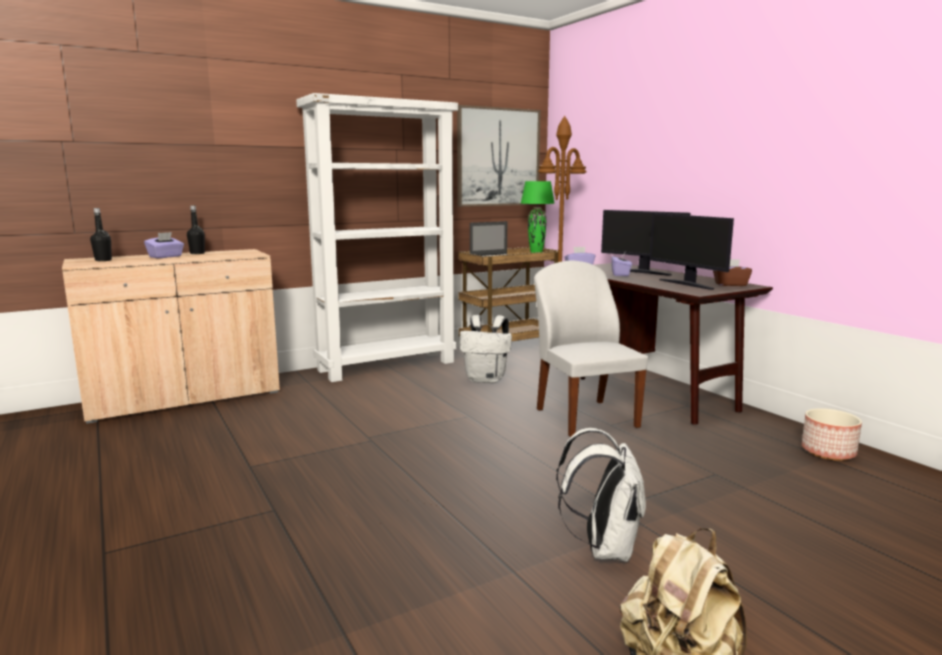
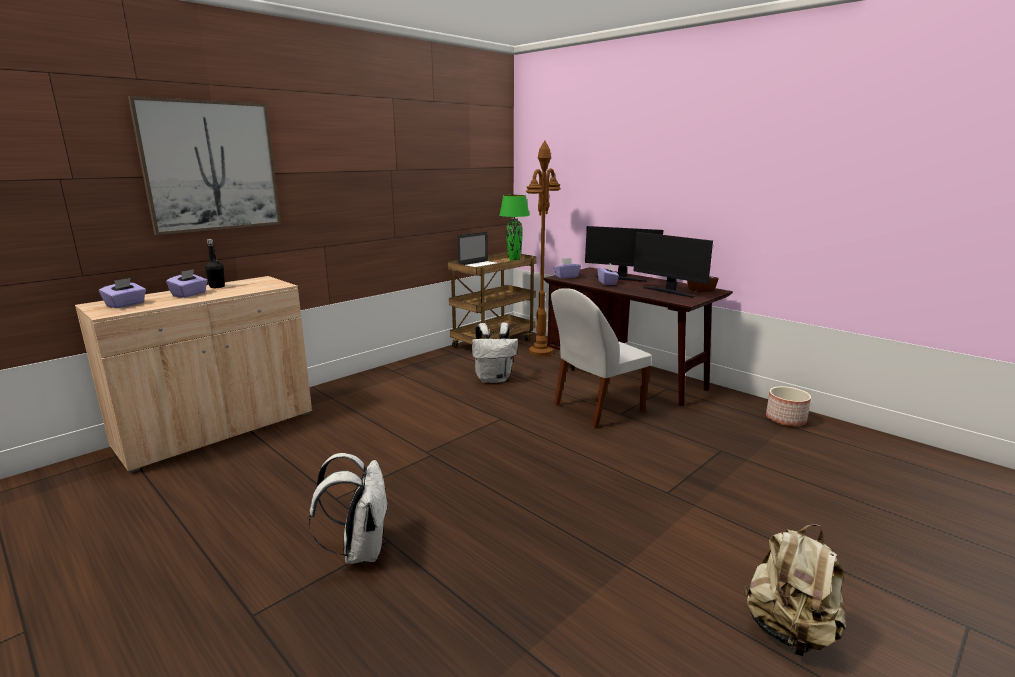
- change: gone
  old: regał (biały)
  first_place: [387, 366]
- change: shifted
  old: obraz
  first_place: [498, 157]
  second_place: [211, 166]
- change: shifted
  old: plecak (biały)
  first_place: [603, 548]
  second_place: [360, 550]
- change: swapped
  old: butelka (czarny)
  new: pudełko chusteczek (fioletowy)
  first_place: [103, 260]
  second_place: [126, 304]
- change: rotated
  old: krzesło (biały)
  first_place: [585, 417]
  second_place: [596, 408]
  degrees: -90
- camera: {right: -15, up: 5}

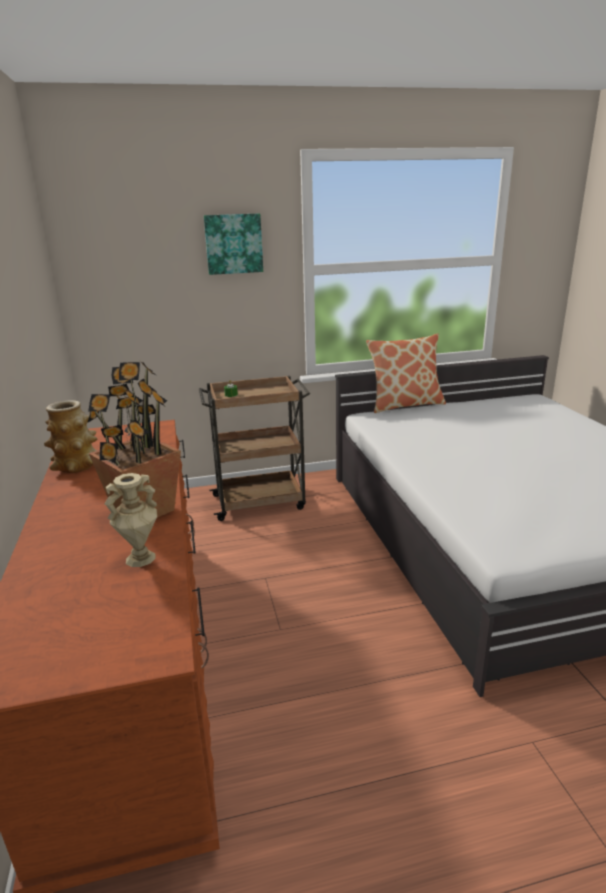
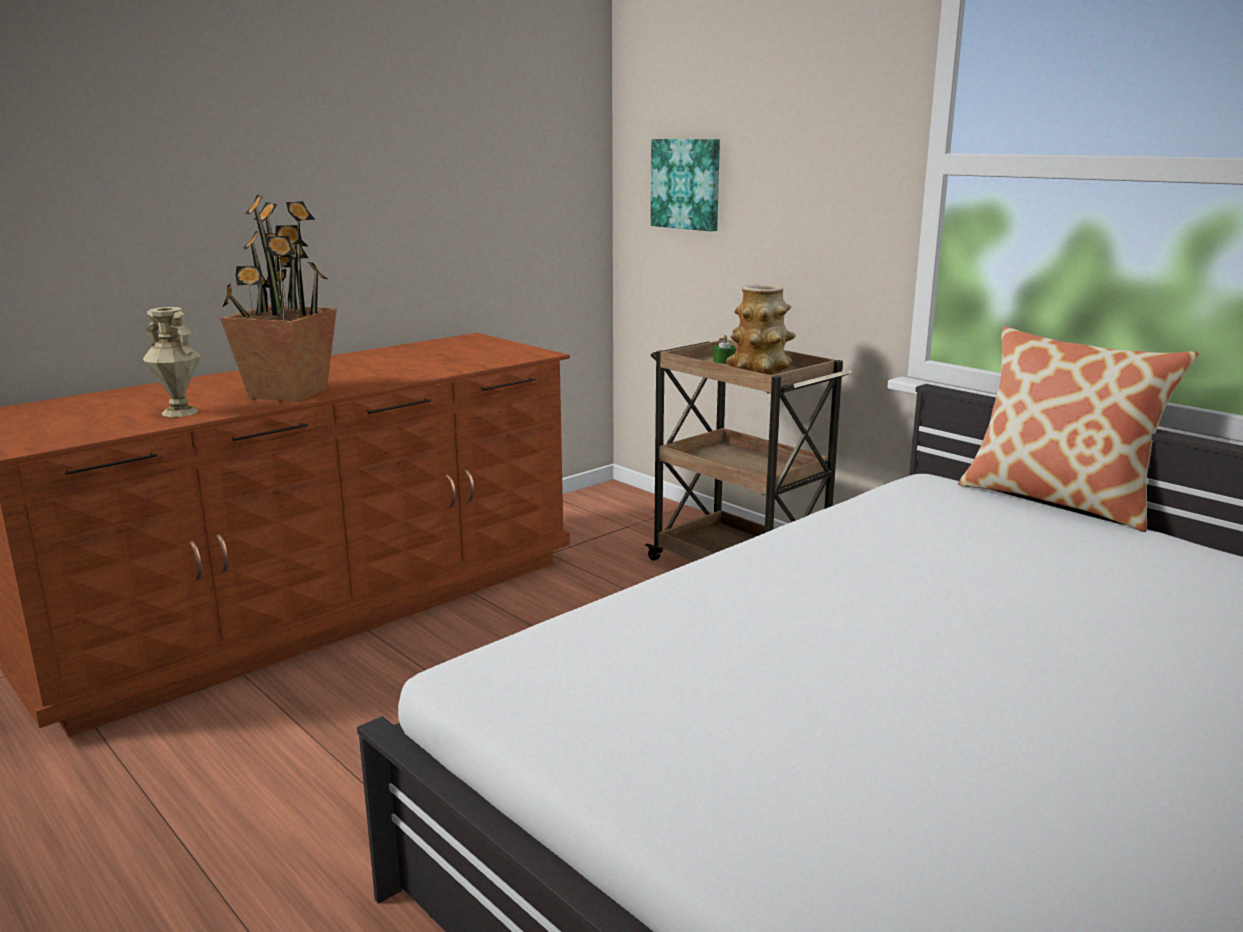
- change: shifted
  old: wazon
  first_place: [77, 465]
  second_place: [760, 371]
- change: shifted
  old: obraz
  first_place: [233, 244]
  second_place: [687, 184]
- camera: {right: 60, up: -5}

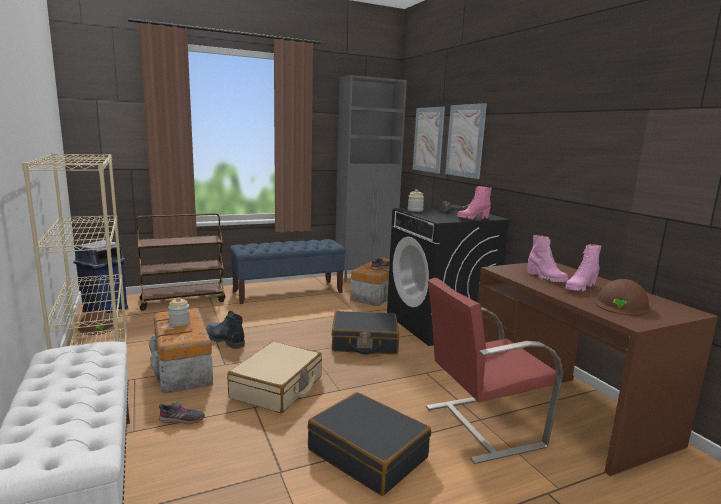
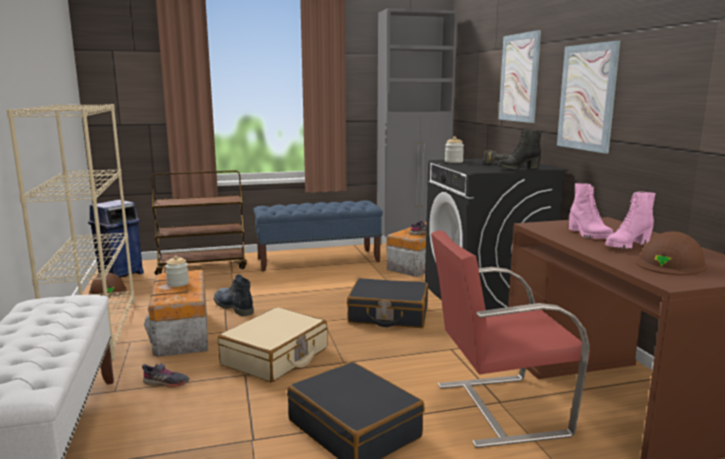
- change: shifted
  old: obraz
  first_place: [428, 139]
  second_place: [587, 97]
- change: repainted
  old: but z cholewką (różowy)
  new: but z cholewką (czarny)
  first_place: [472, 218]
  second_place: [518, 169]
- camera: {right: 10, up: 0}

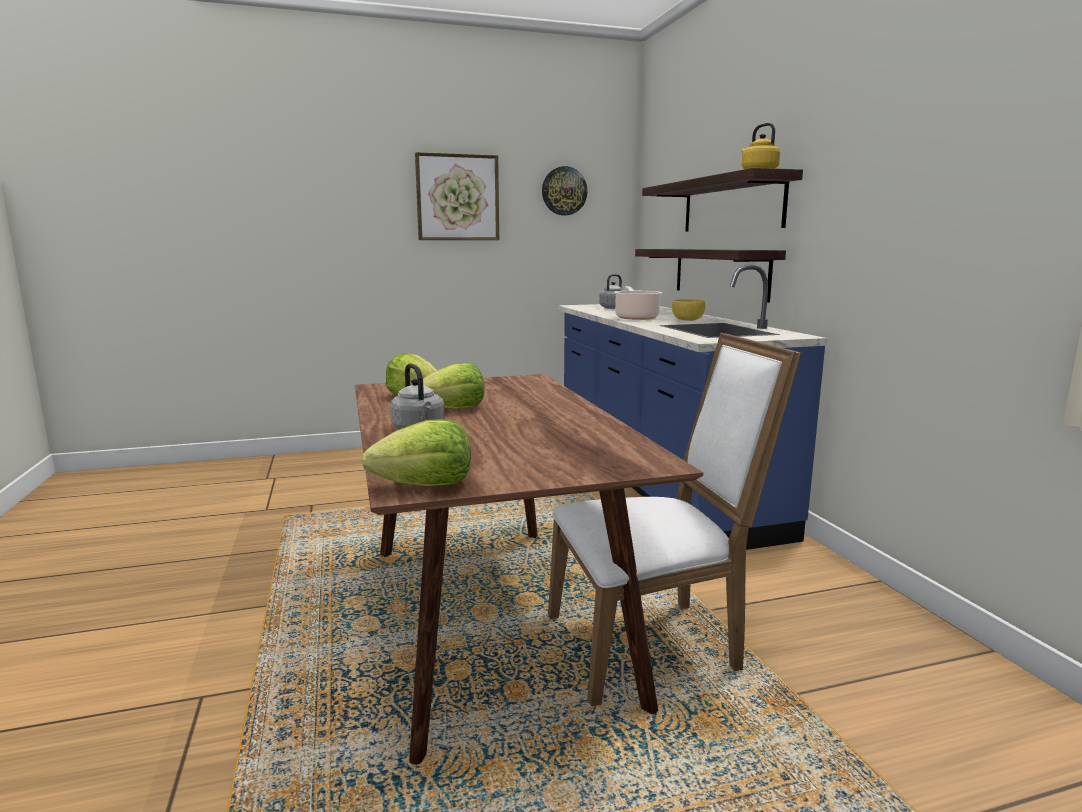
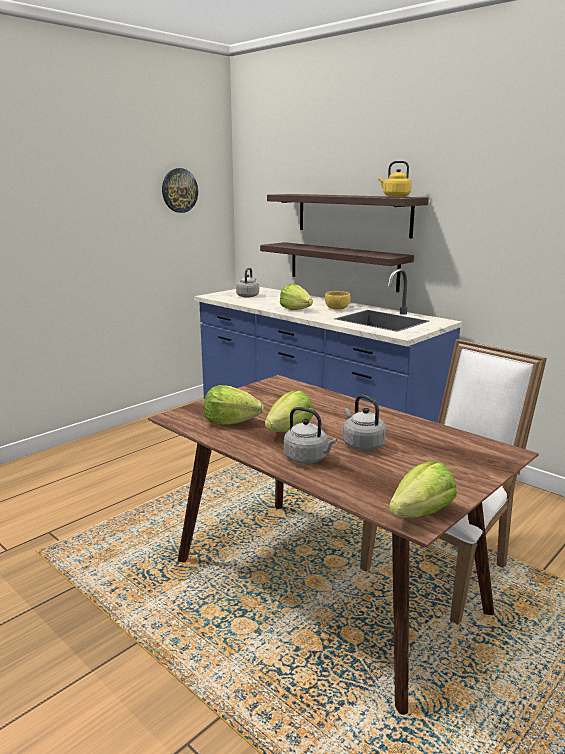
- change: gone
  old: obraz
  first_place: [457, 197]
- change: new
  new: czajnik (szary)
  second_place: [361, 444]
- change: swapped
  old: garnek
  new: sałata
  first_place: [636, 317]
  second_place: [296, 309]
- camera: {right: -30, up: 5}

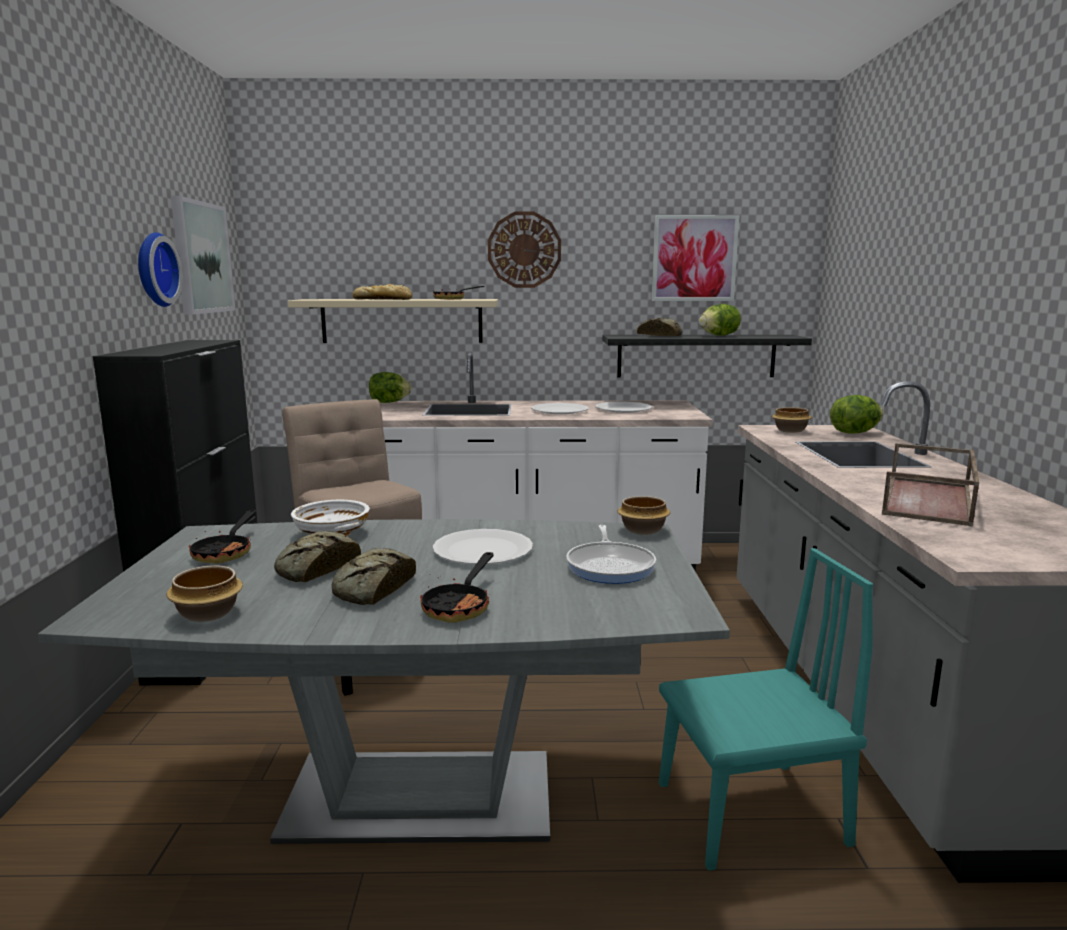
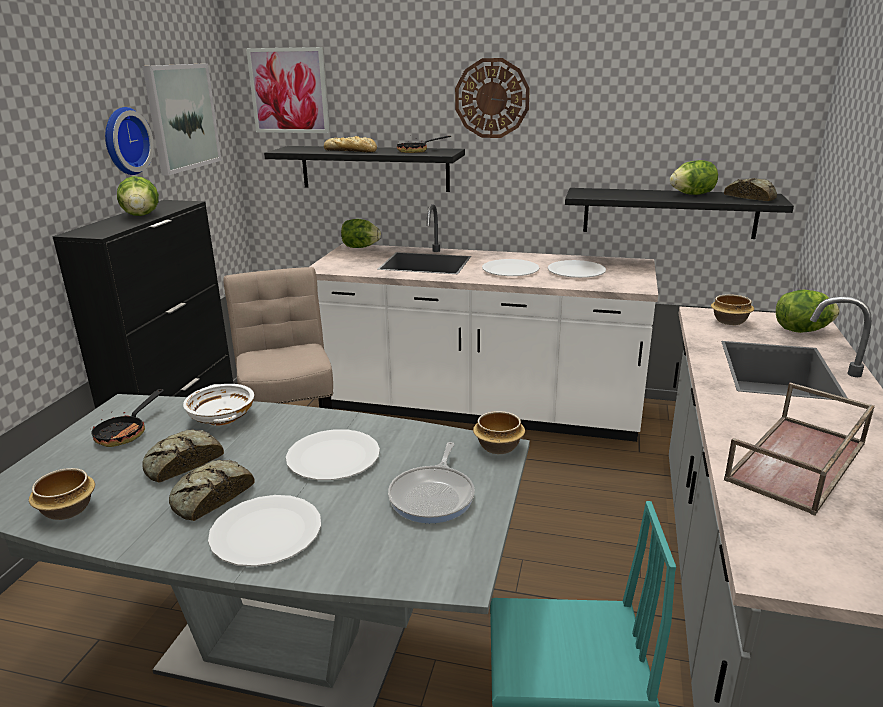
- change: new
  new: sałata
  second_place: [141, 215]
- change: shifted
  old: chleb
  first_place: [660, 335]
  second_place: [751, 197]
- change: shifted
  old: obraz
  first_place: [694, 258]
  second_place: [289, 91]
- change: swapped
  old: patelnia
  new: talerz (biały)
  first_place: [460, 606]
  second_place: [266, 532]
- change: repainted
  old: półka (beżowy)
  new: półka (czarny)
  first_place: [402, 321]
  second_place: [374, 168]
- camera: {right: 15, up: 10}

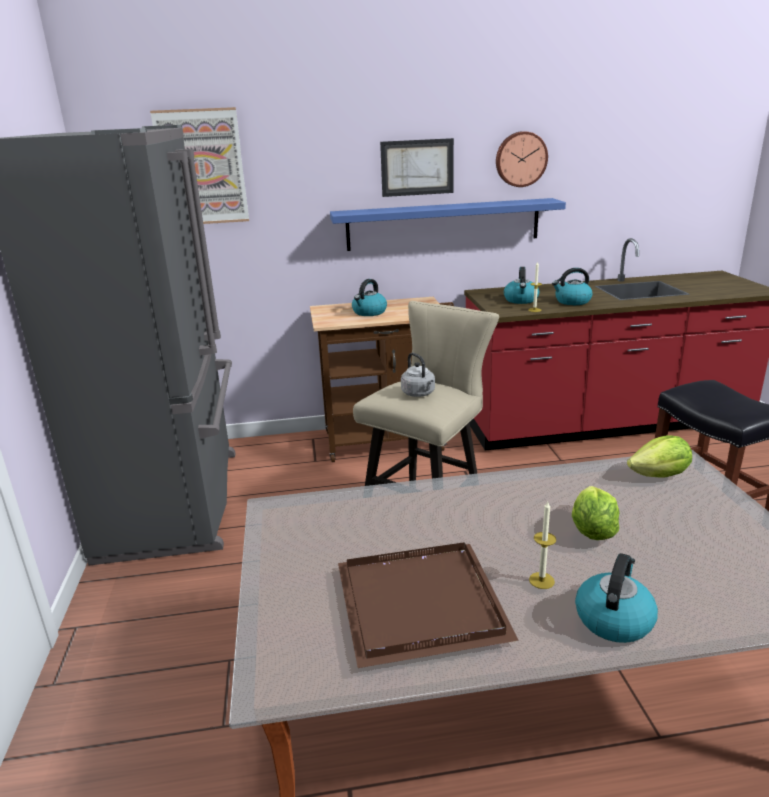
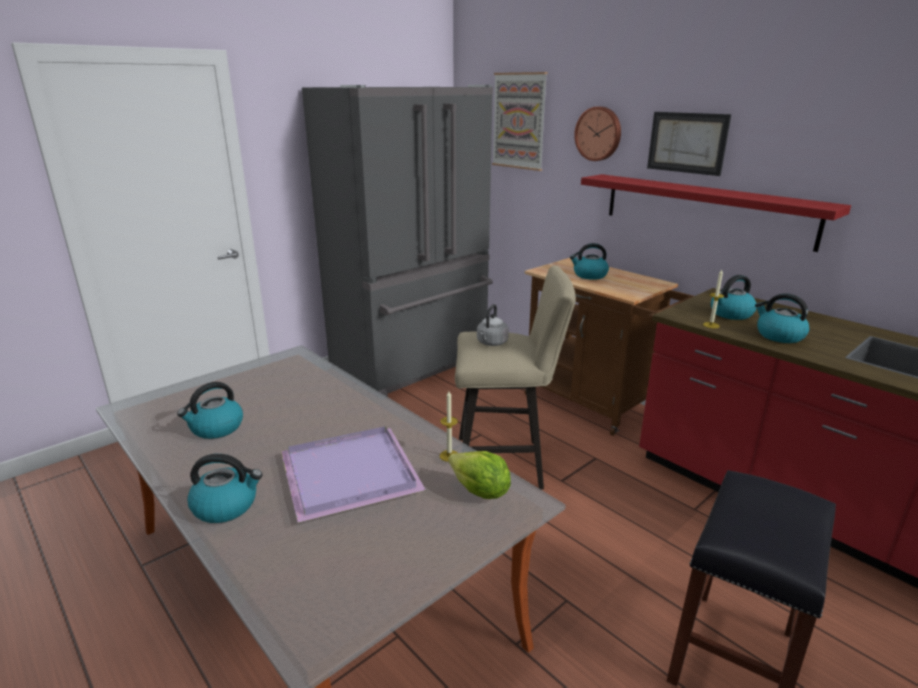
- change: shifted
  old: zegar ścienny
  first_place: [520, 159]
  second_place: [599, 134]
- change: shifted
  old: świeca
  first_place: [541, 580]
  second_place: [449, 456]
- change: swapped
  old: taca (brązowy)
  new: czajnik
  first_place: [422, 601]
  second_place: [216, 428]
- change: swapped
  old: sałata
  new: taca (fioletowy)
  first_place: [592, 531]
  second_place: [347, 473]
- change: repainted
  old: półka (niebieski)
  new: półka (czerwony)
  first_place: [443, 224]
  second_place: [704, 209]
- camera: {right: 55, up: 0}

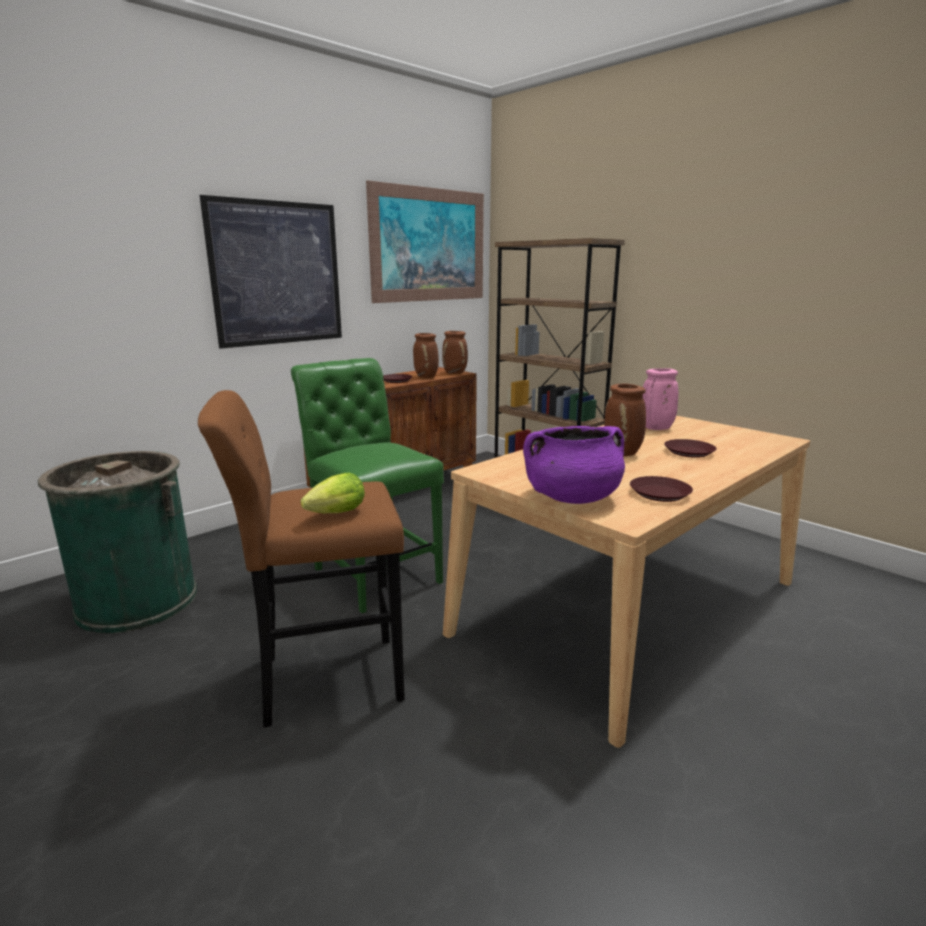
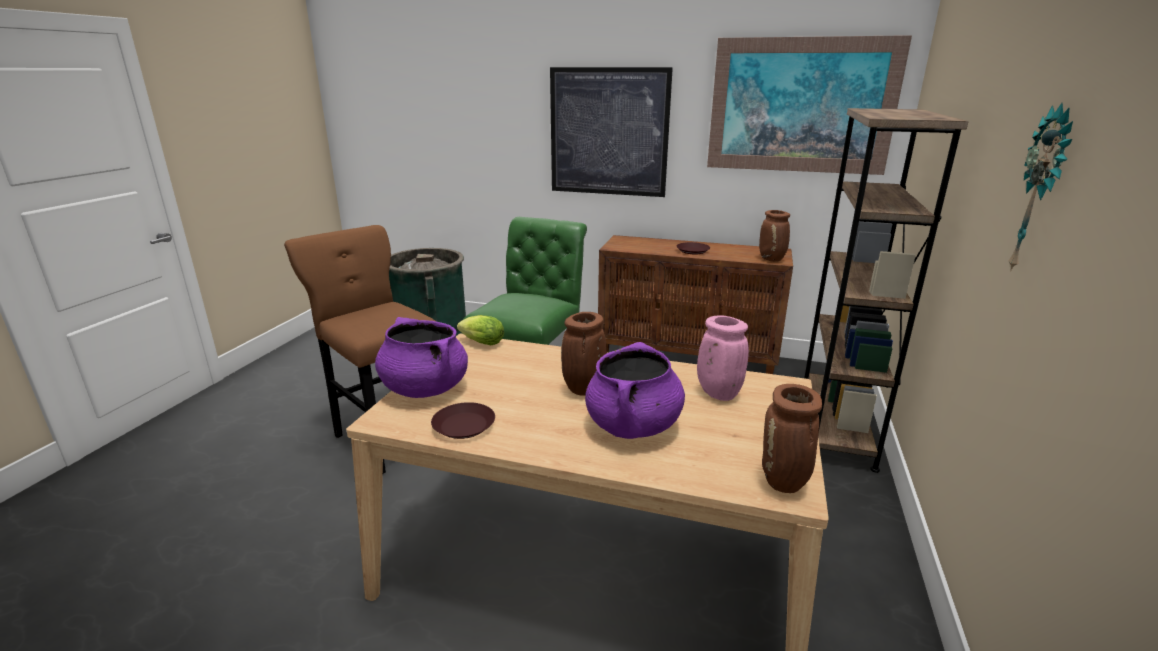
- change: new
  new: zegar ścienny
  second_place: [1043, 192]
- change: shifted
  old: sałata
  first_place: [333, 514]
  second_place: [480, 343]
- change: shifted
  old: wazon (brązowy)
  first_place: [427, 377]
  second_place: [784, 483]
- change: swapped
  old: talerz (brązowy)
  new: garnek (fioletowy)
  first_place: [689, 452]
  second_place: [633, 426]
- camera: {right: 60, up: 5}

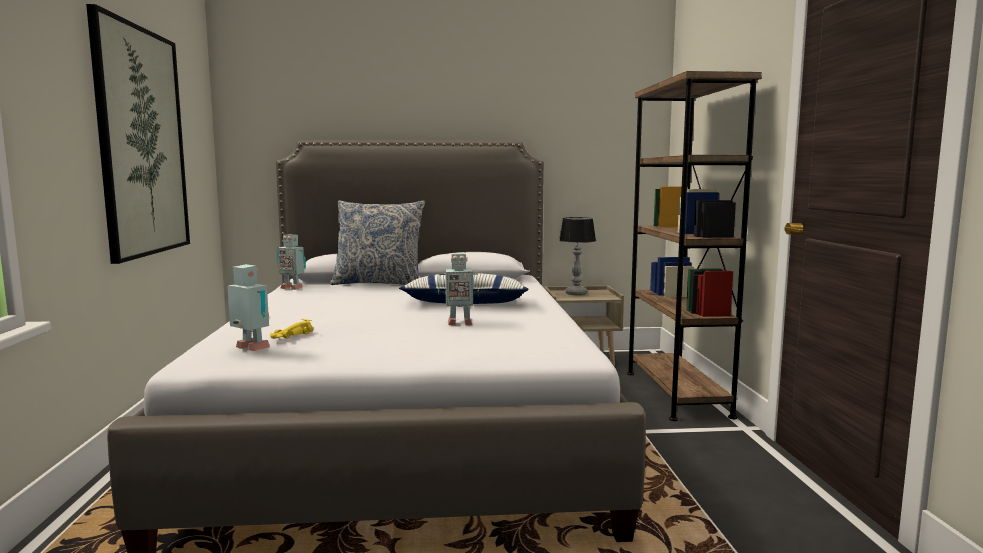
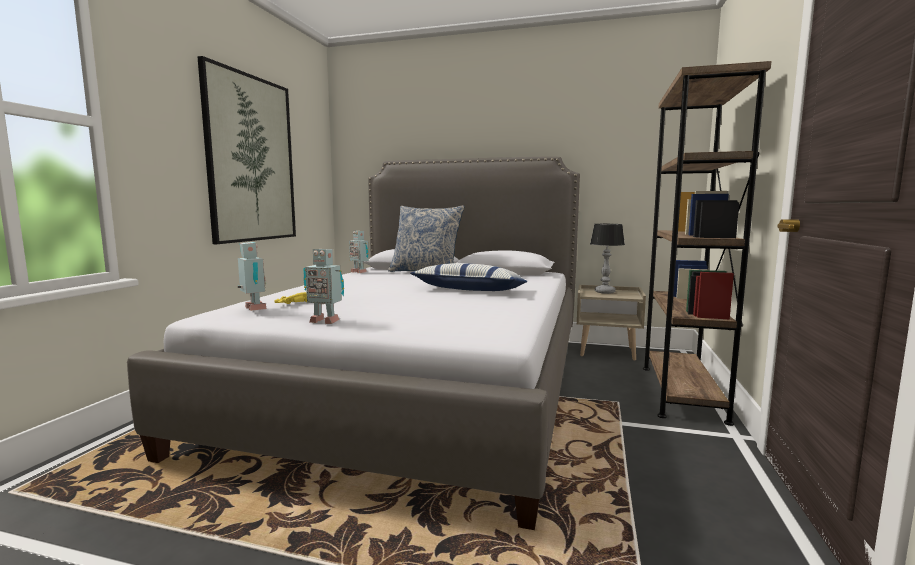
- change: shifted
  old: robot zabawkowy
  first_place: [458, 323]
  second_place: [324, 321]
- camera: {right: 20, up: 0}

